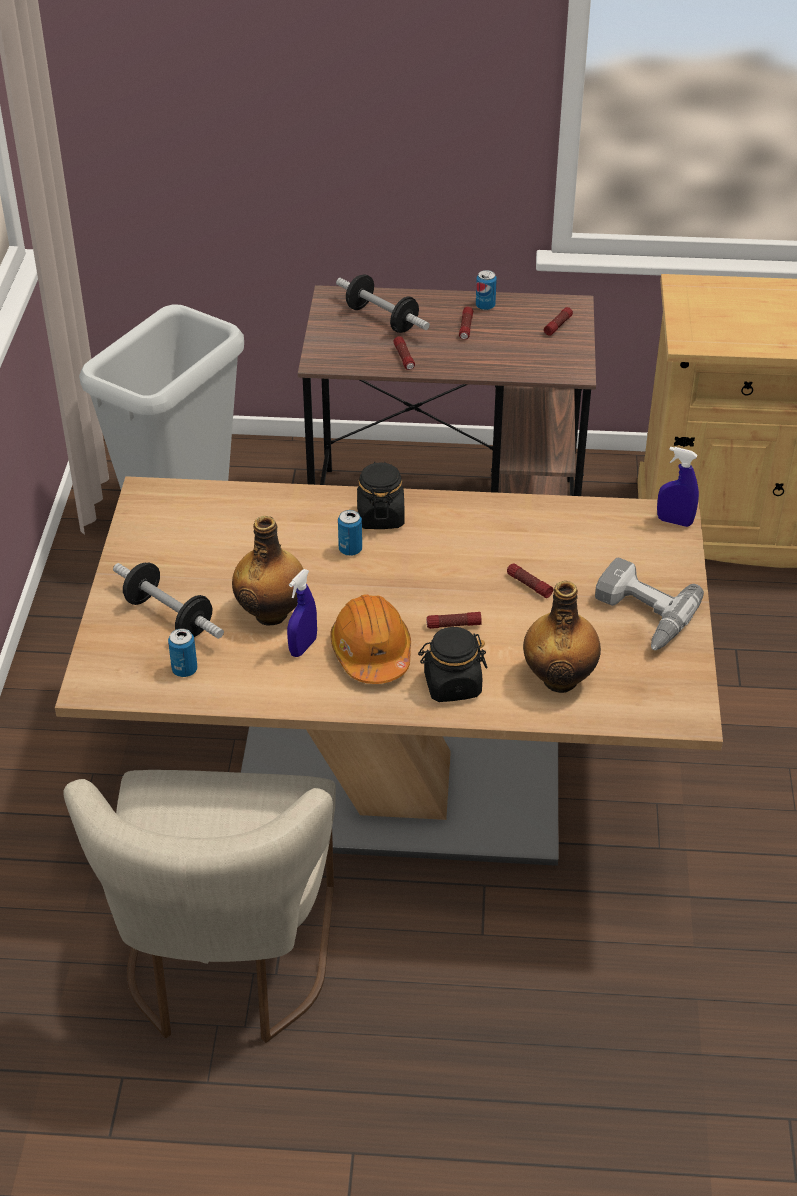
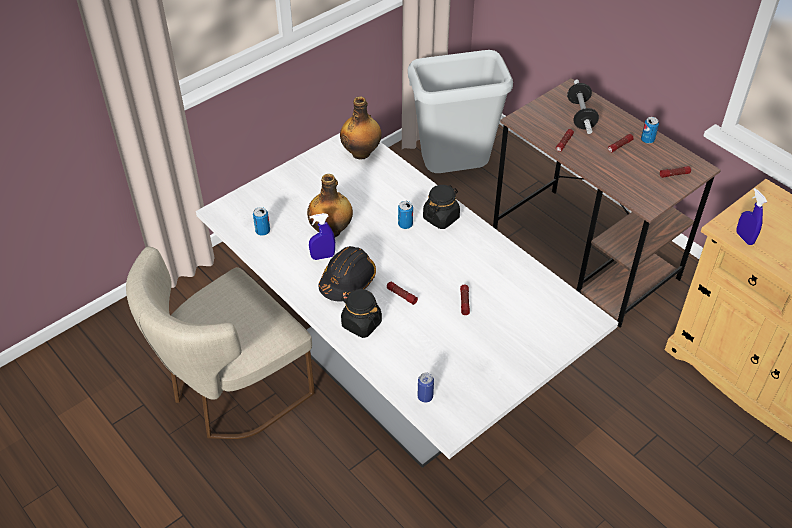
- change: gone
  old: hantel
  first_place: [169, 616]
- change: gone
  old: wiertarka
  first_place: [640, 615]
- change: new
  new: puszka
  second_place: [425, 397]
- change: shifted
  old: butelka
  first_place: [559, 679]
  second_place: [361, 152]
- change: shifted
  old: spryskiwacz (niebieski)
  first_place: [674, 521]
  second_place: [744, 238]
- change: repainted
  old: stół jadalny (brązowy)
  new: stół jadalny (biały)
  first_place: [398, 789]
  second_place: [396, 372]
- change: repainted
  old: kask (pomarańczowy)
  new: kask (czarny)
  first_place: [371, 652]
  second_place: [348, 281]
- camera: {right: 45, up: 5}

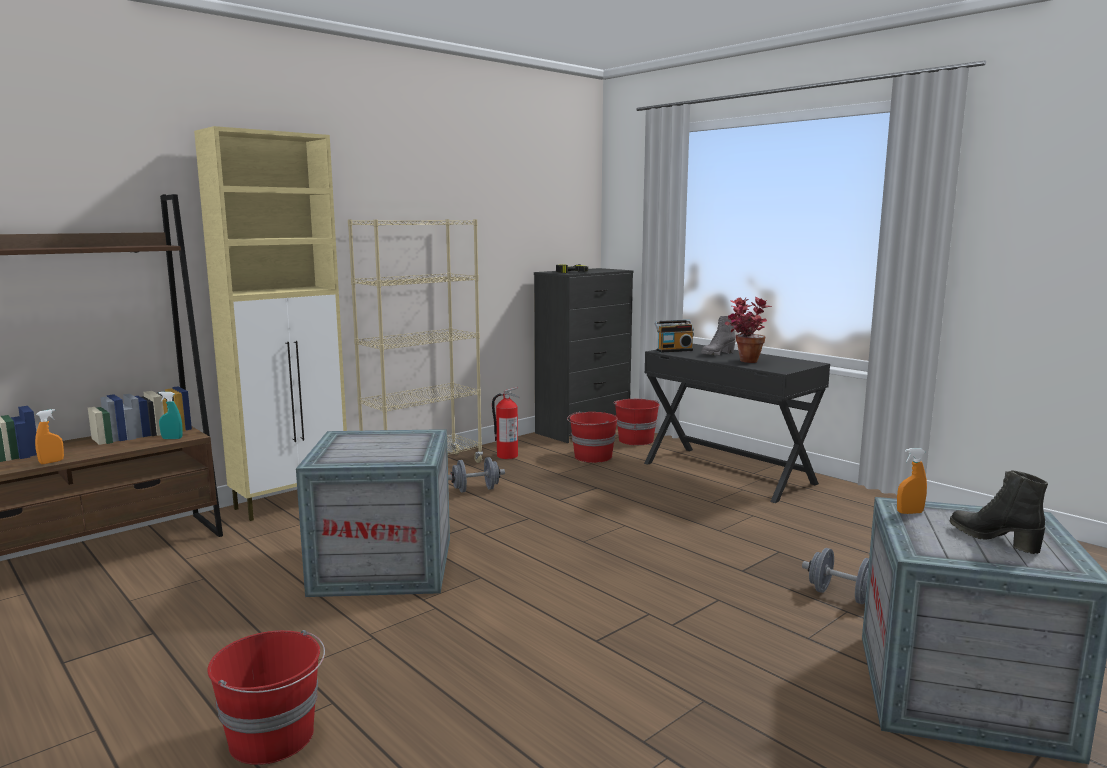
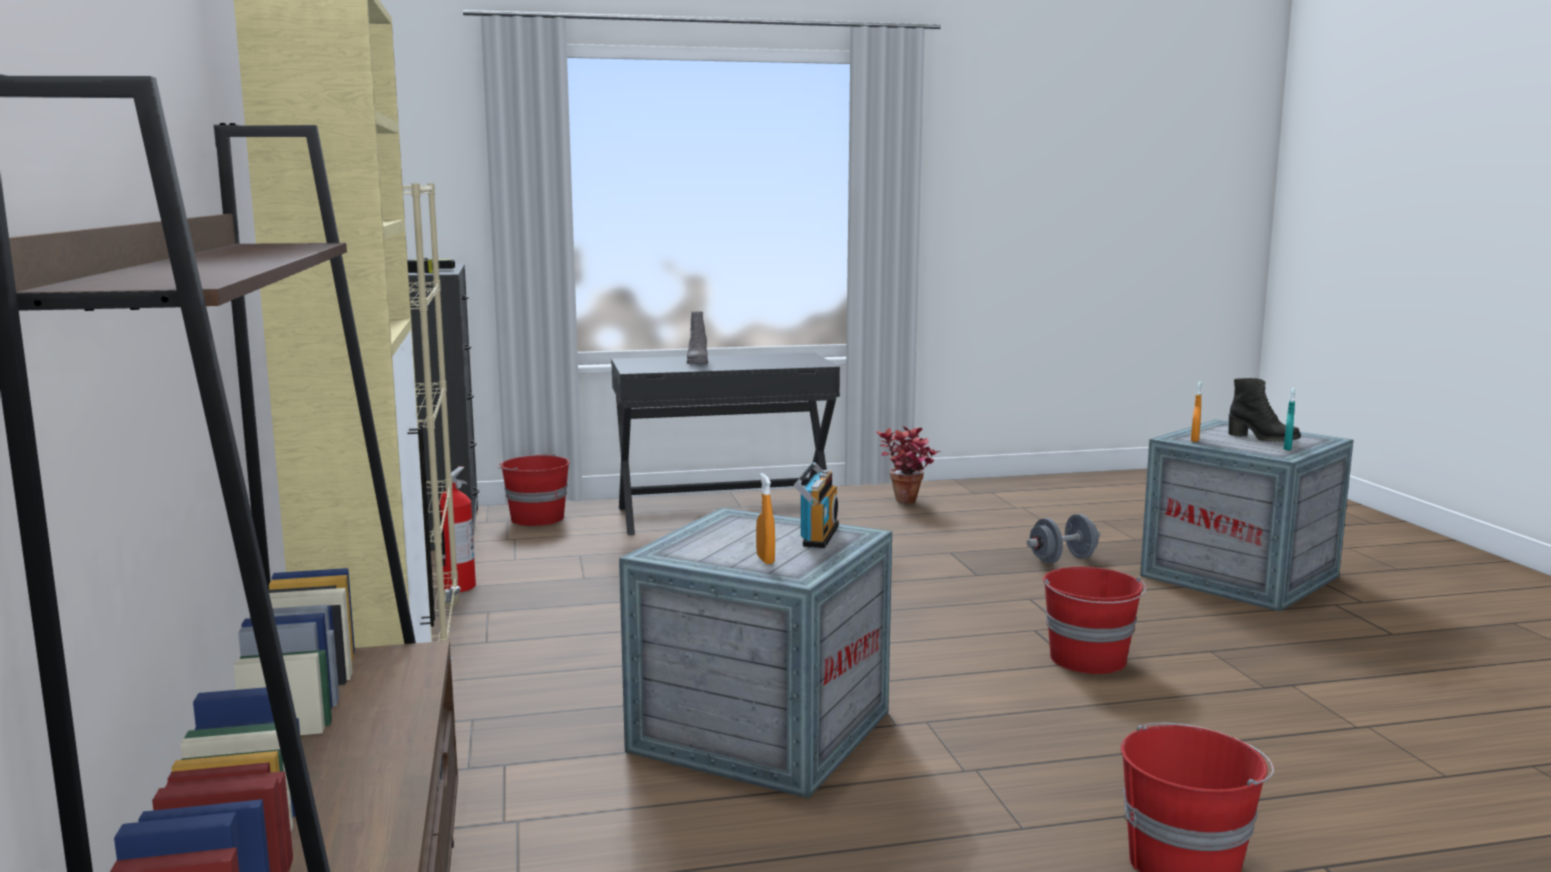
- change: gone
  old: hantel (szary)
  first_place: [475, 490]
- change: shifted
  old: spryskiwacz (pomarańczowy)
  first_place: [51, 462]
  second_place: [765, 559]
- change: shifted
  old: spryskiwacz (turkusowy)
  first_place: [172, 438]
  second_place: [1287, 448]
- change: shifted
  old: wiadro (czerwony)
  first_place: [592, 457]
  second_place: [1089, 659]
- change: shifted
  old: radio
  first_place: [674, 350]
  second_place: [816, 535]
- change: shifted
  old: roślina doniczkowa
  first_place: [744, 362]
  second_place: [907, 503]
- change: rotated
  old: but z cholewką (czarny)
  first_place: [994, 539]
  second_place: [1262, 438]
  degrees: -135
- camera: {right: -60, up: 0}

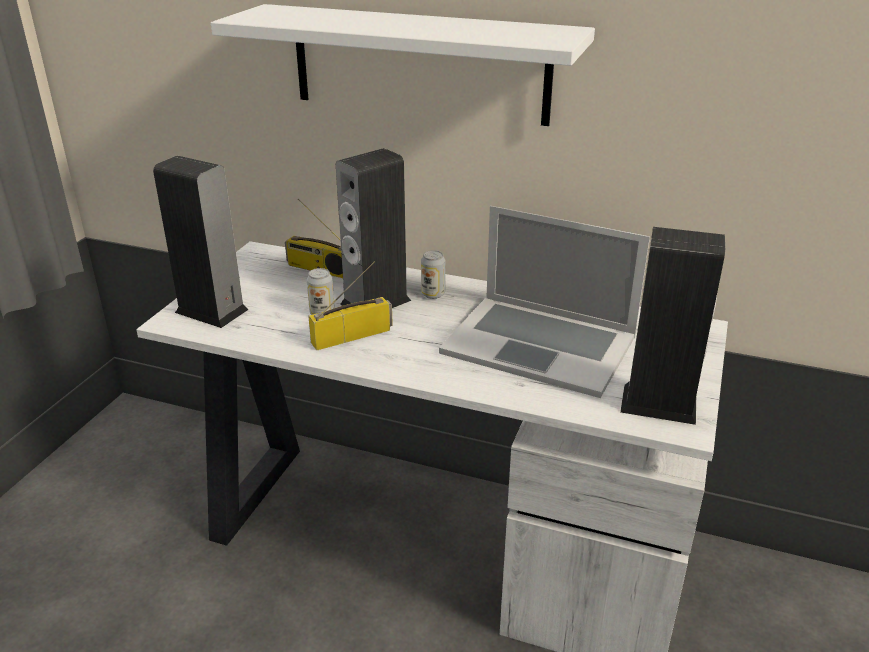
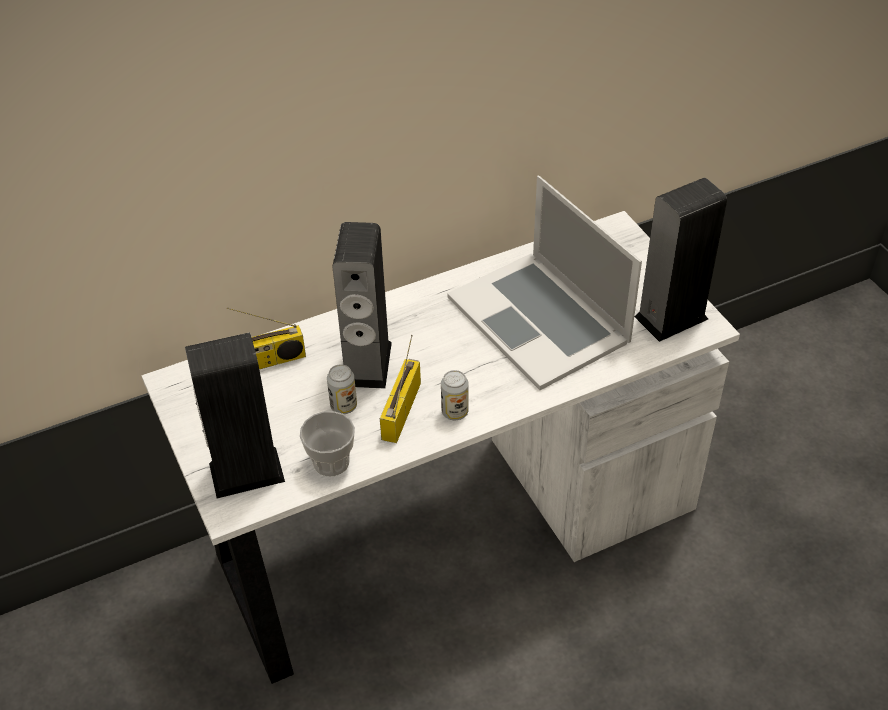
- change: gone
  old: półka (biały)
  first_place: [419, 64]
- change: new
  new: filiżanka
  second_place: [331, 462]
- change: shifted
  old: puszka
  first_place: [433, 294]
  second_place: [455, 412]
- change: rotated
  old: laptop
  first_place: [539, 344]
  second_place: [539, 319]
  degrees: 75
- camera: {right: -45, up: 15}

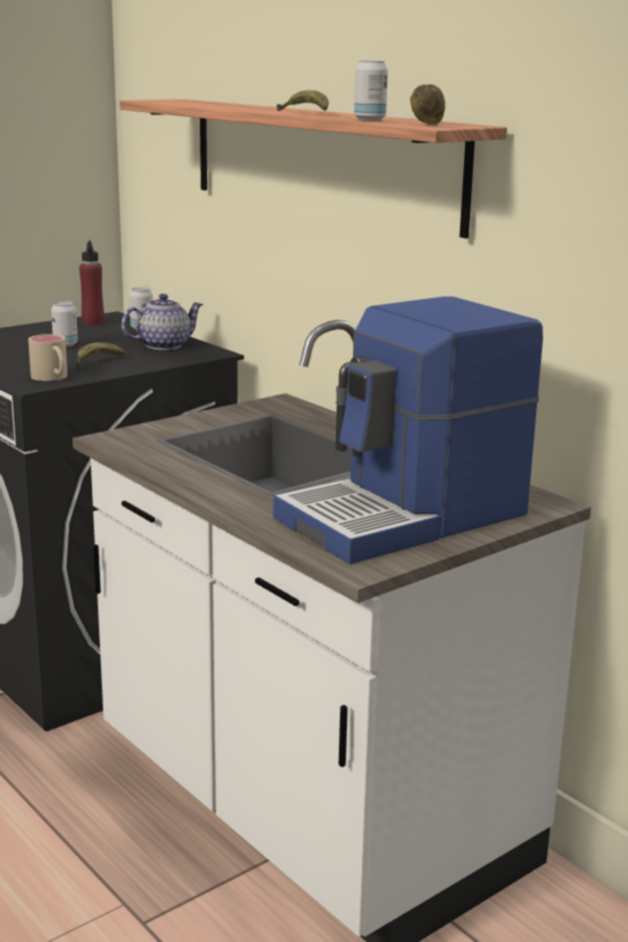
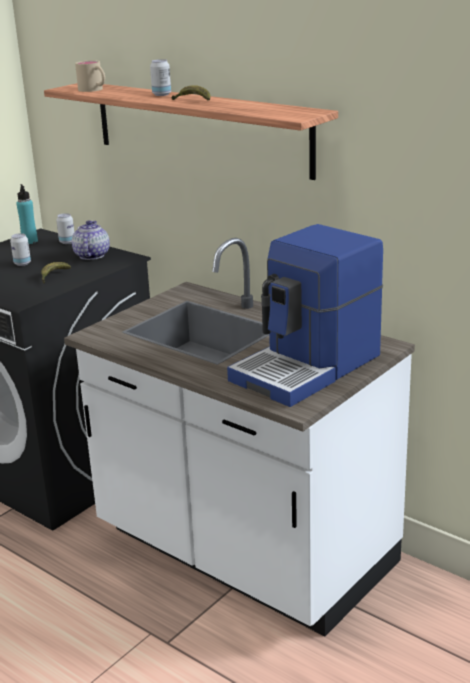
- change: gone
  old: ziemniak
  first_place: [427, 124]
- change: shifted
  old: kubek (beżowy)
  first_place: [52, 378]
  second_place: [94, 90]
- change: shifted
  old: puszka
  first_place: [369, 119]
  second_place: [161, 94]
- change: repainted
  old: butelka (czerwony)
  new: butelka (turkusowy)
  first_place: [93, 323]
  second_place: [29, 241]
- change: rotated
  old: imbryk
  first_place: [164, 345]
  second_place: [91, 255]
  degrees: -45
- camera: {right: -10, up: 5}

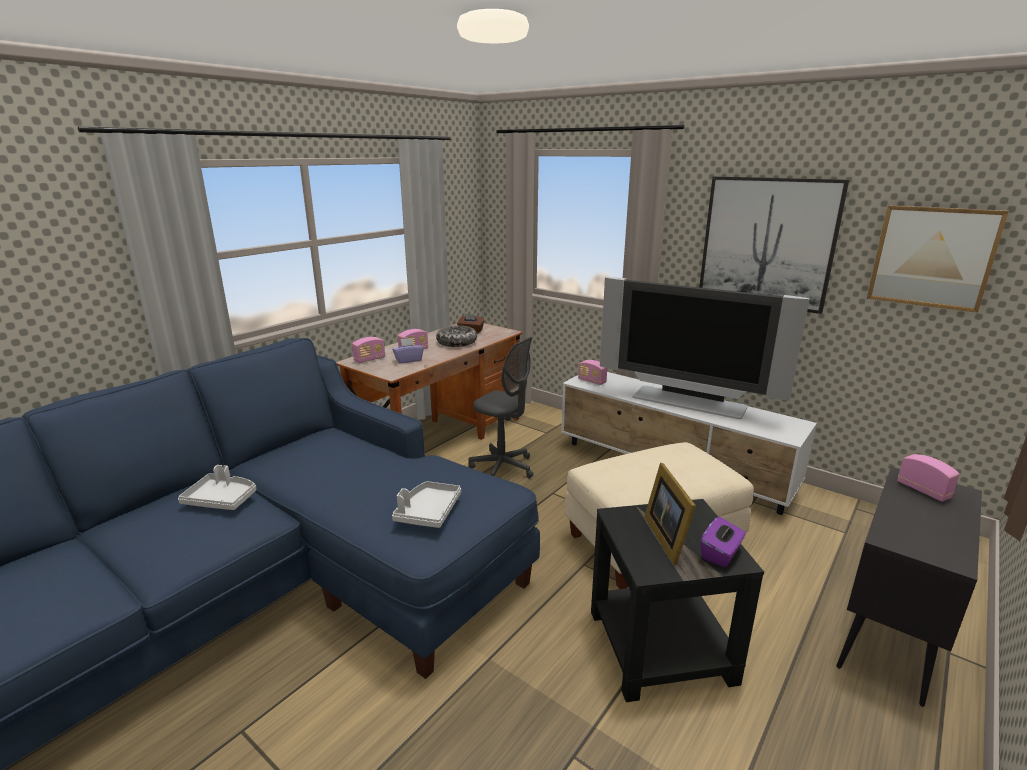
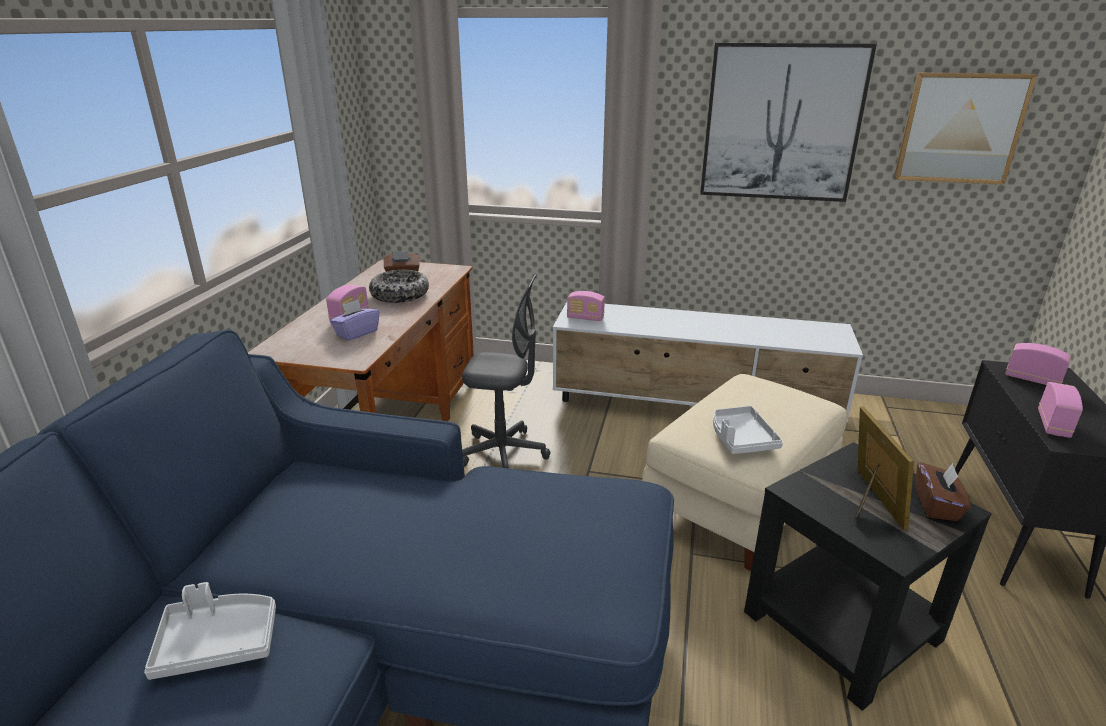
- change: gone
  old: telewizor
  first_place: [688, 403]
- change: shifted
  old: radio
  first_place: [369, 360]
  second_place: [1053, 424]
- change: shifted
  old: taca (szary)
  first_place: [428, 512]
  second_place: [741, 438]
- change: repainted
  old: pudełko chusteczek (fioletowy)
  new: pudełko chusteczek (brązowy)
  first_place: [721, 554]
  second_place: [936, 505]
- change: rotated
  old: ramka na zdjęcie
  first_place: [668, 537]
  second_place: [870, 501]
  degrees: -150
- camera: {right: -25, up: 5}

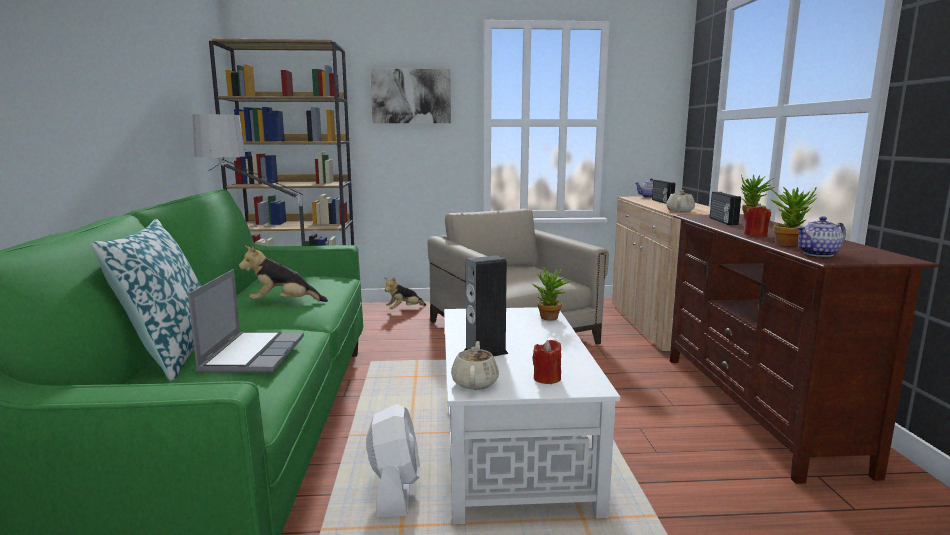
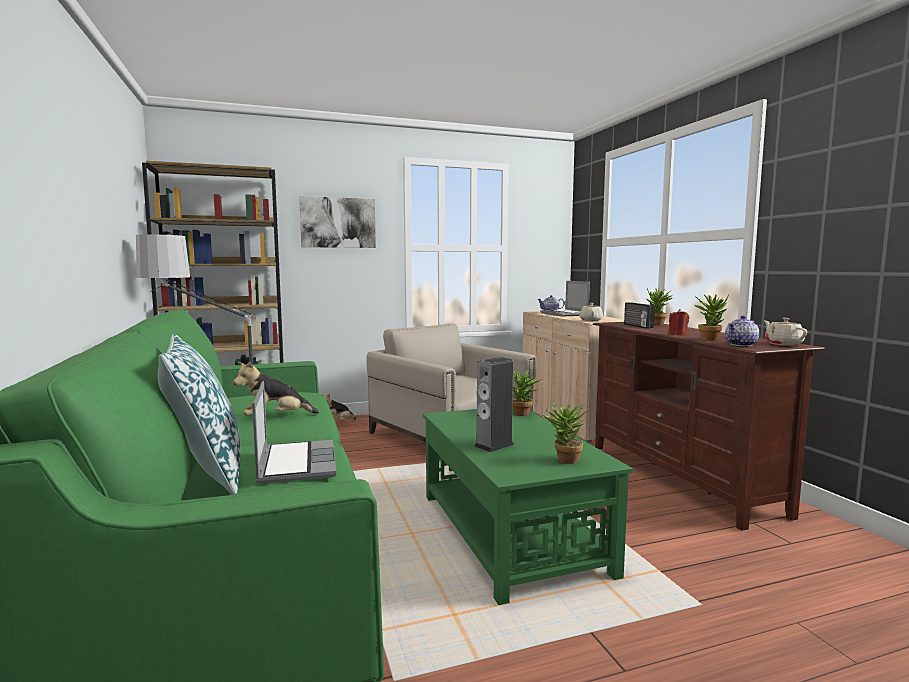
- change: gone
  old: wentylator (biały)
  first_place: [395, 490]
- change: shifted
  old: imbryk (beżowy)
  first_place: [475, 382]
  second_place: [783, 344]
- change: swapped
  old: świeca (czerwony)
  new: roślina doniczkowa
  first_place: [547, 378]
  second_place: [564, 461]
- change: swapped
  old: radio
  new: laptop
  first_place: [661, 201]
  second_place: [565, 314]
- change: repainted
  old: ława (biały)
  new: ława (zielony)
  first_place: [513, 446]
  second_place: [510, 531]
- camera: {right: -15, up: -5}

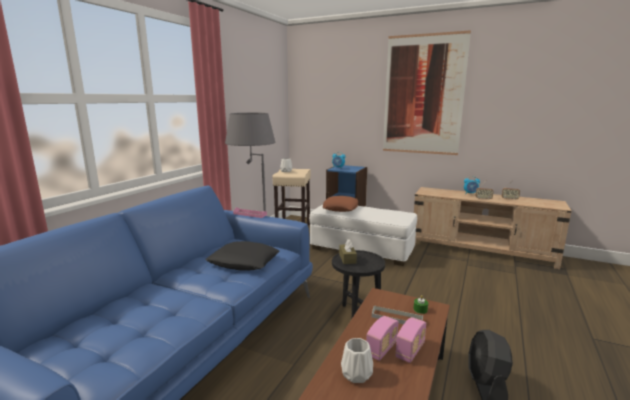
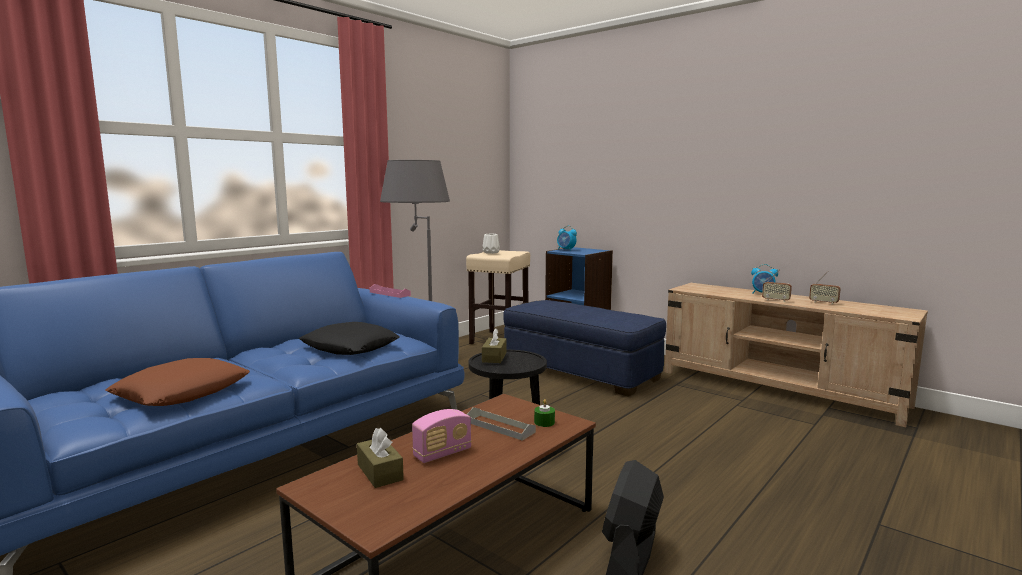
- change: gone
  old: obraz
  first_place: [423, 95]
- change: gone
  old: radio
  first_place: [410, 350]
- change: shifted
  old: poduszka (brązowy)
  first_place: [340, 208]
  second_place: [182, 392]
- change: swapped
  old: wazon (biały)
  new: pudełko chusteczek (brązowy)
  first_place: [355, 374]
  second_place: [380, 472]
- change: repainted
  old: pufa (biały)
  new: pufa (niebieski)
  first_place: [361, 249]
  second_place: [580, 371]
- camera: {right: 15, up: -5}

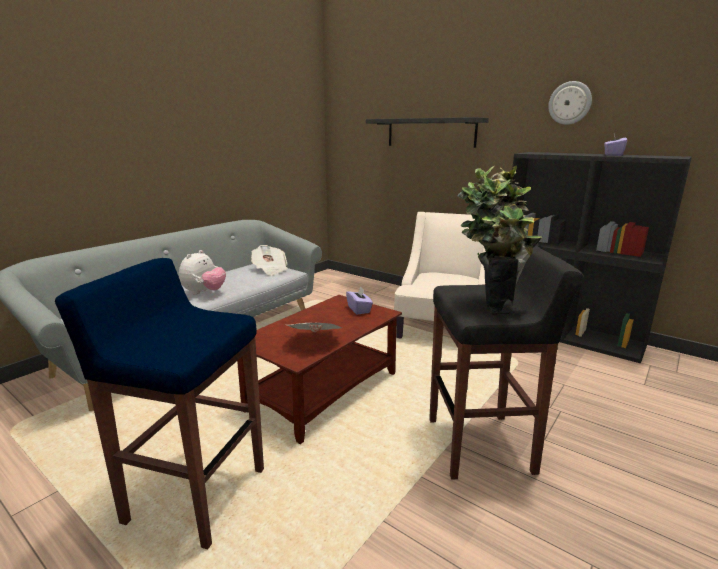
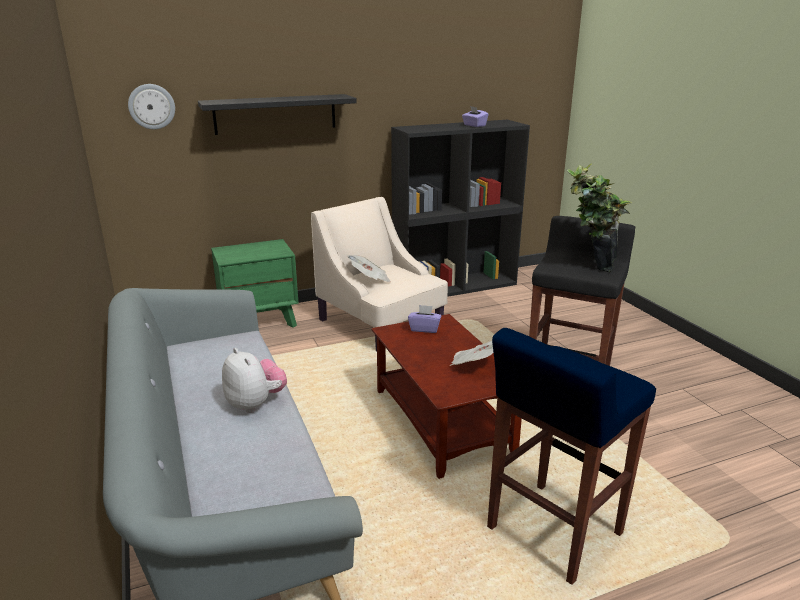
- change: new
  new: szafka nocna (zielony)
  second_place: [260, 321]
- change: shifted
  old: gazeta
  first_place: [270, 269]
  second_place: [370, 279]
- change: shifted
  old: zegar ścienny
  first_place: [570, 103]
  second_place: [151, 106]
- camera: {right: -60, up: 5}

